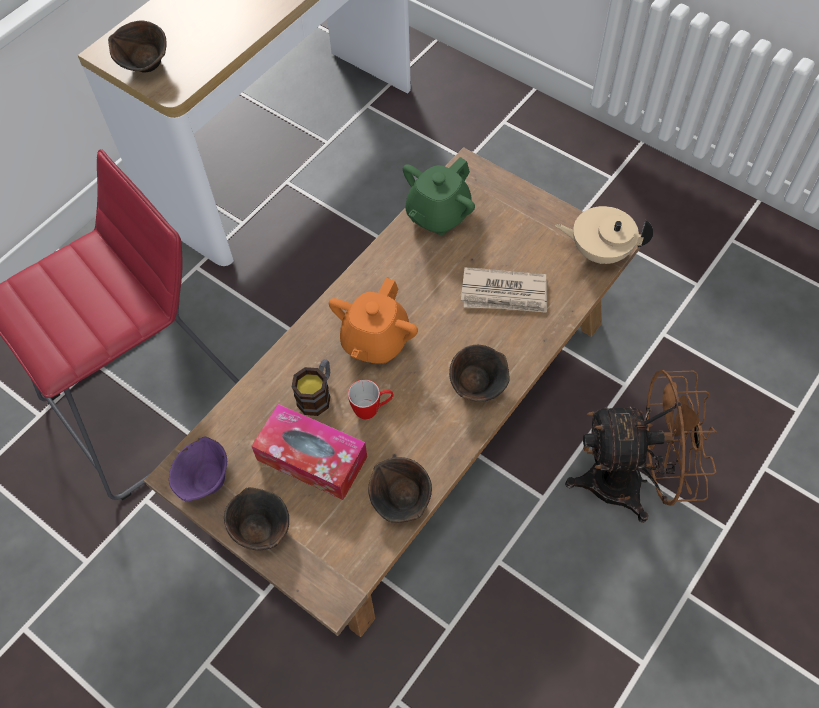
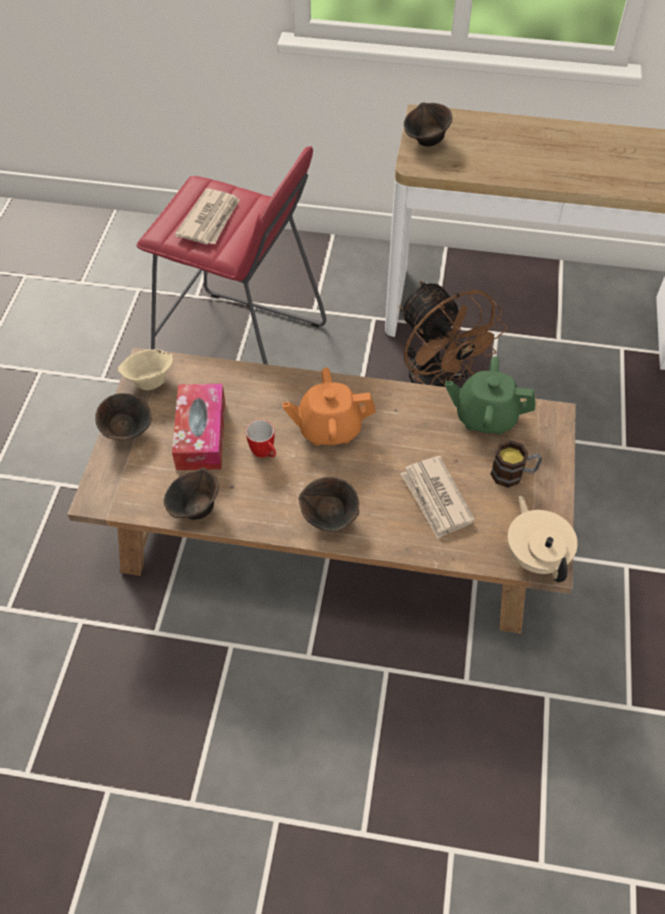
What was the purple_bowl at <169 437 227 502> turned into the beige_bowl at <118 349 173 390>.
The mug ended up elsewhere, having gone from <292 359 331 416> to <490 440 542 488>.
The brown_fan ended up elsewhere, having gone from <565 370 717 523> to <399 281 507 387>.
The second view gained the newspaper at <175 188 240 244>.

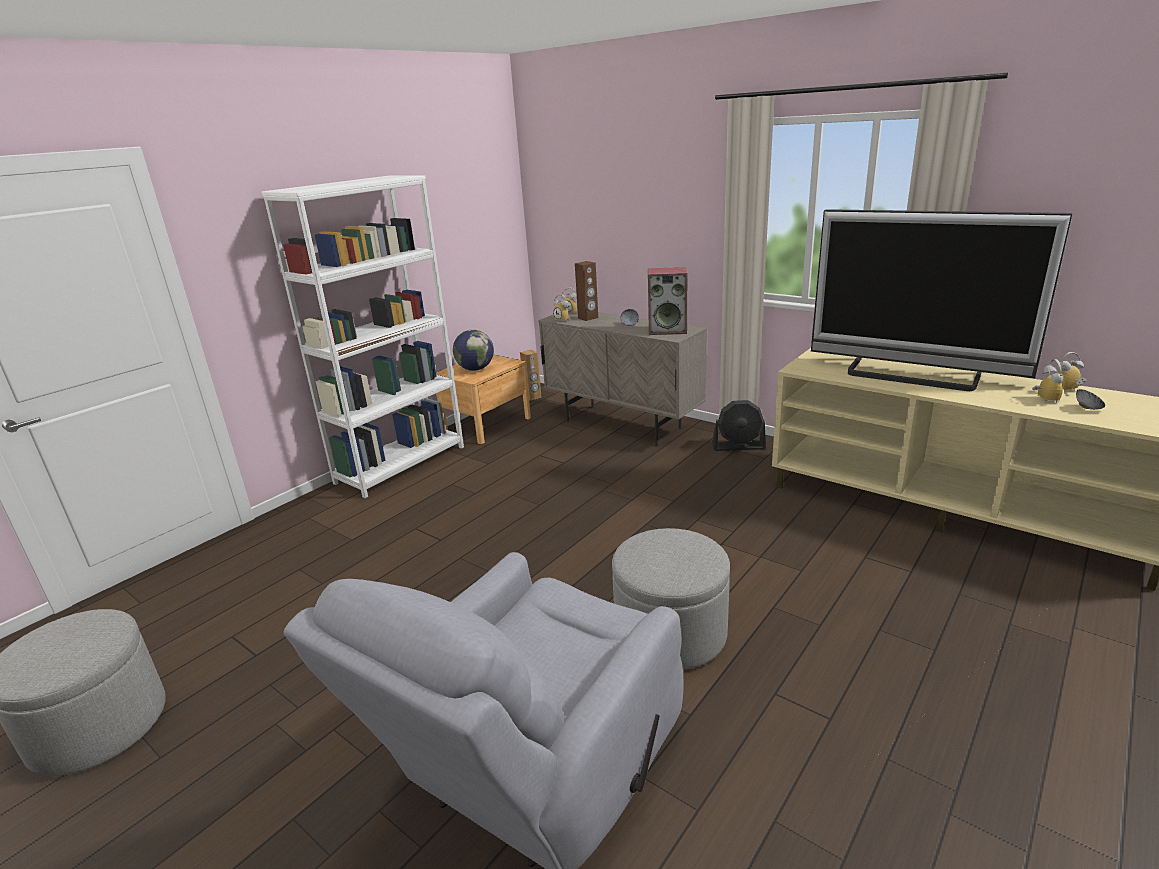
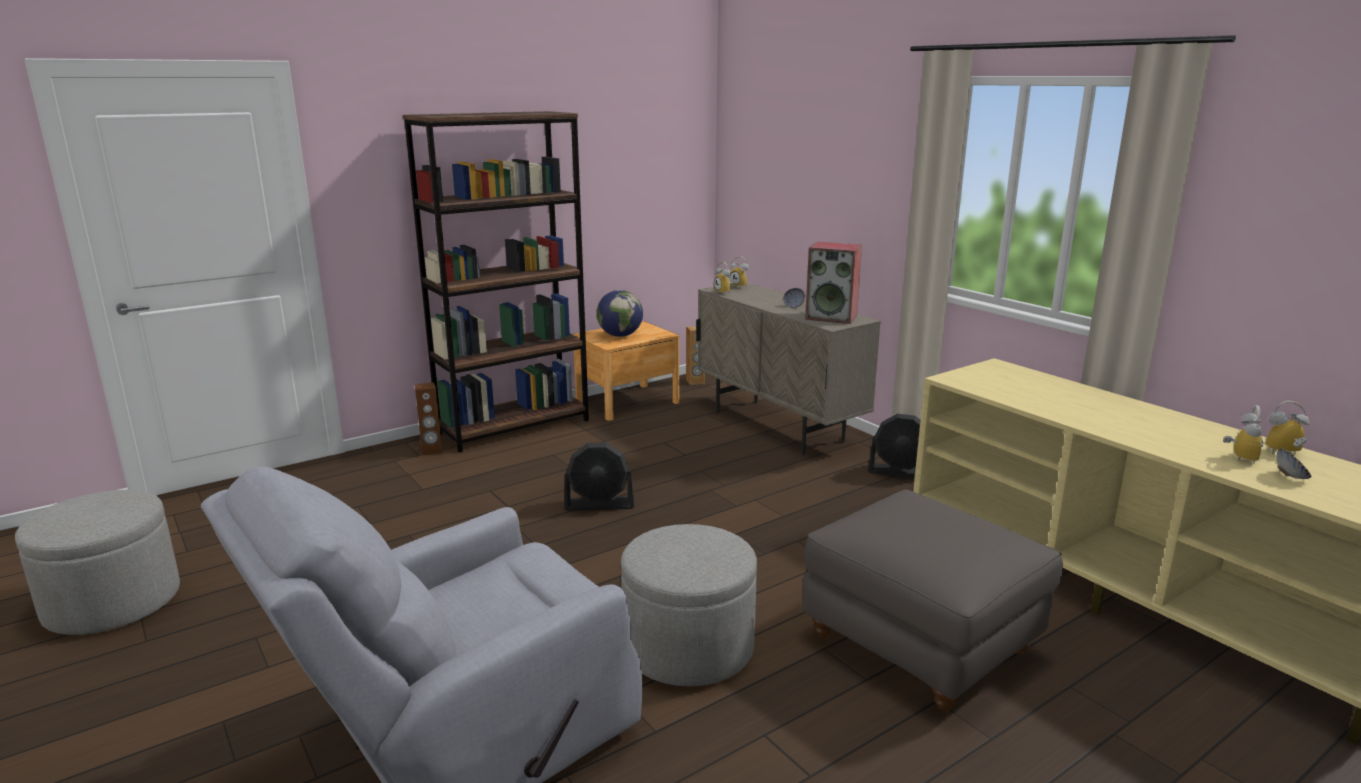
What was the white_bookcase at <261 175 464 498> turned into the brown_bookcase at <403 111 589 453>.
The brown_speaker ended up elsewhere, having gone from <575 261 598 321> to <415 382 442 455>.
The second view lost the television at <811 209 1072 391>.
The second view gained the black_fan at <564 442 634 511>.
The second view gained the grey_ottoman at <802 489 1063 711>.

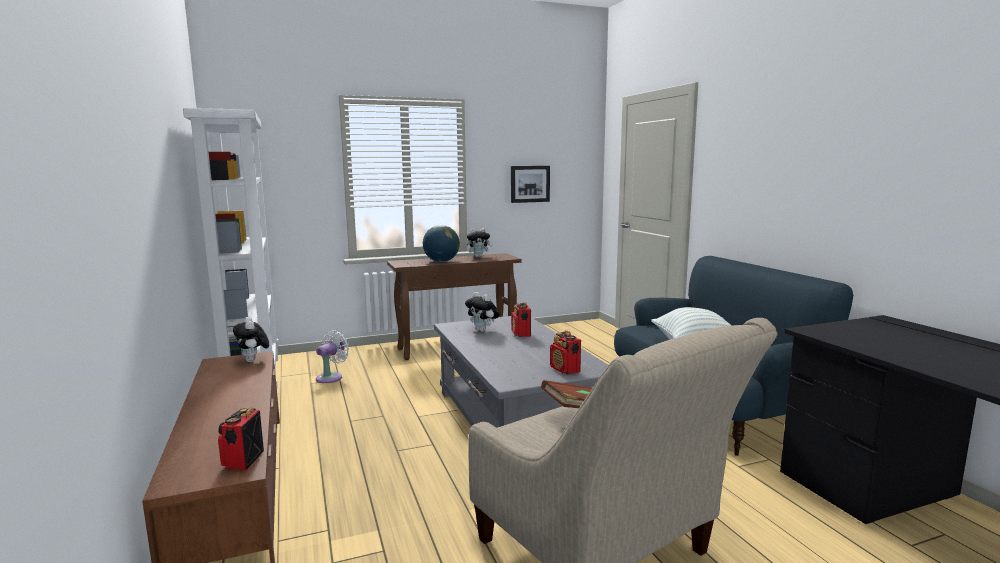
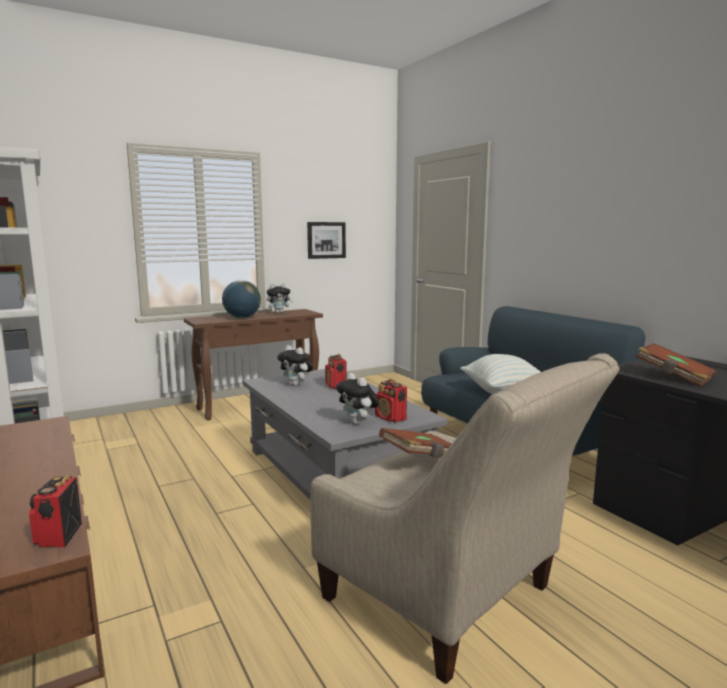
The plush_toy ended up elsewhere, having gone from <233 317 269 362> to <336 373 379 424>.
The second view lost the white_fan at <316 330 350 383>.
The second view gained the brown_book at <636 343 717 387>.

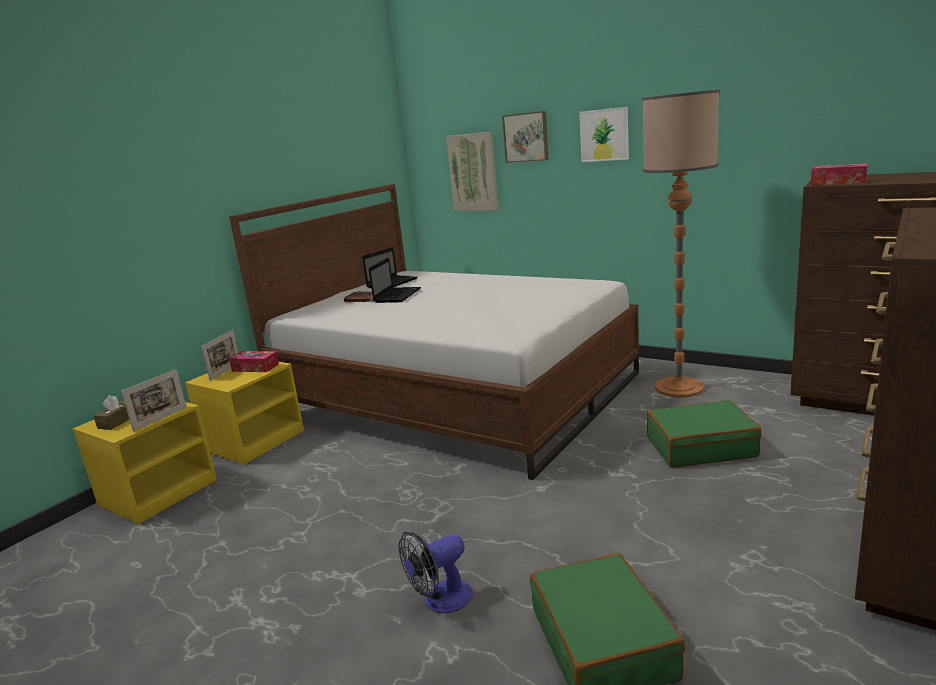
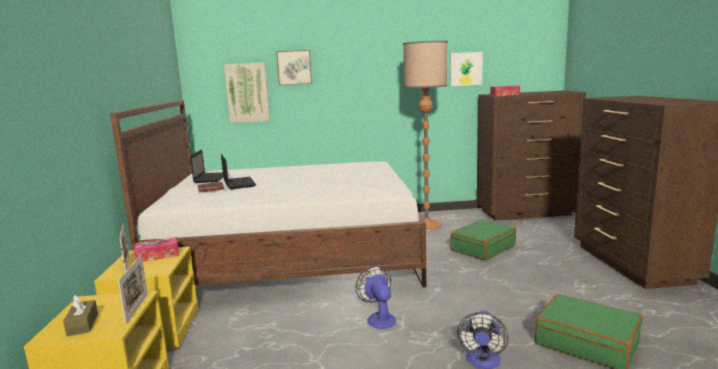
The picture ended up elsewhere, having gone from <579 107 629 162> to <450 52 483 86>.
The second view gained the fan at <355 265 396 329>.

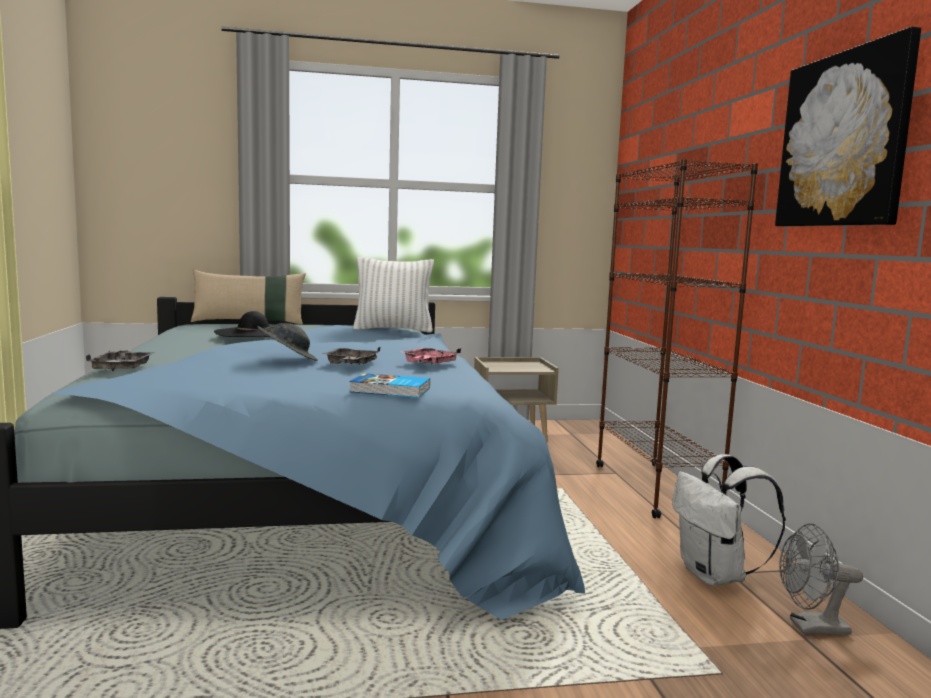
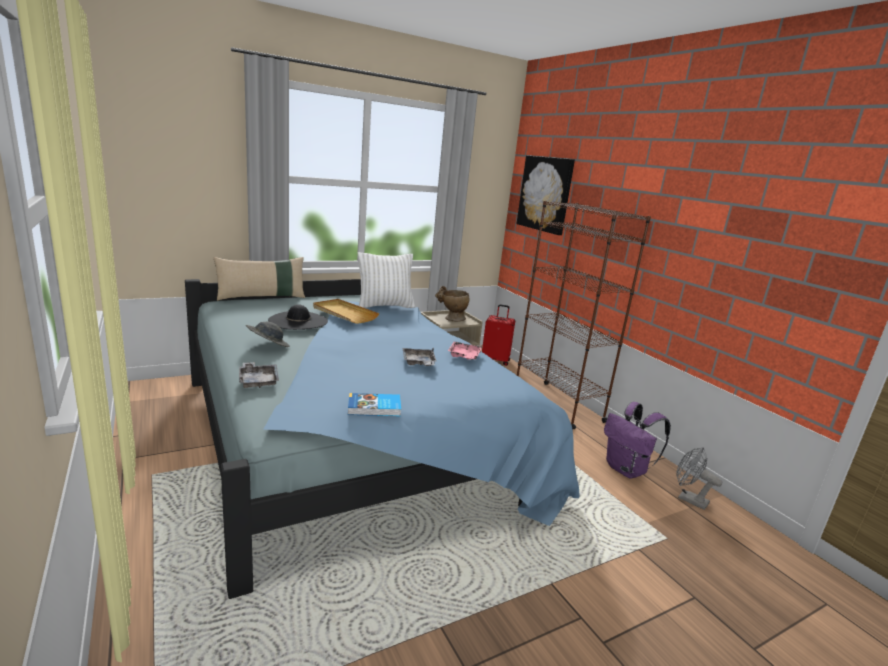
The grey_hat ended up elsewhere, having gone from <257 323 318 361> to <246 321 290 347>.
The book ended up elsewhere, having gone from <349 373 430 398> to <348 393 401 416>.
What was the white_backpack at <673 454 786 586> turned into the purple_backpack at <604 402 671 479>.
The picture ended up elsewhere, having gone from <775 27 921 227> to <517 155 575 235>.
The grey_fan at <779 523 863 635> ended up facing another way, 60 degrees clockwise from before.
The second view gained the beige_tray at <313 299 379 324>.
The second view gained the beige_vase at <435 286 469 322>.
The second view gained the red_suitcase at <482 304 515 366>.

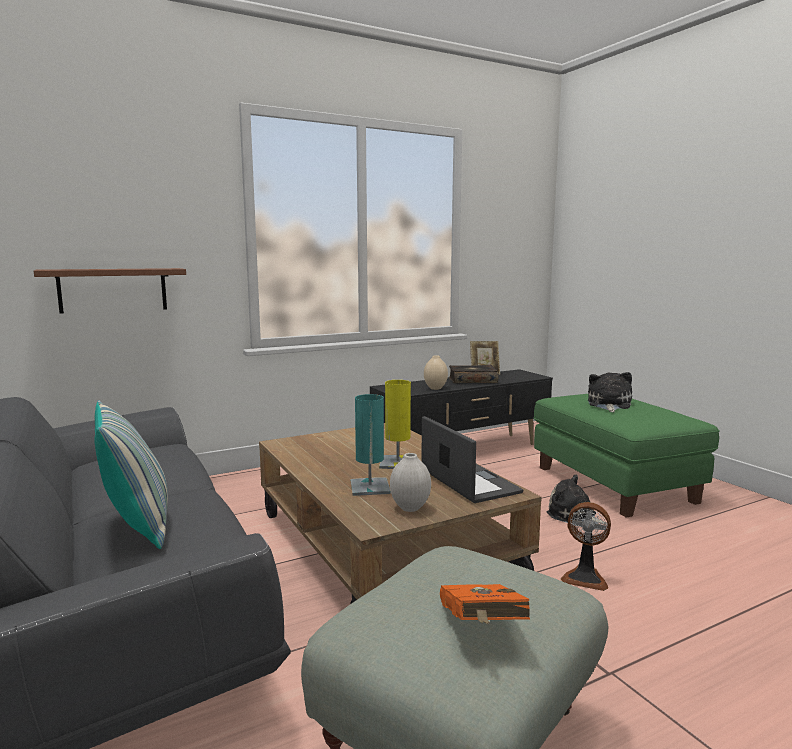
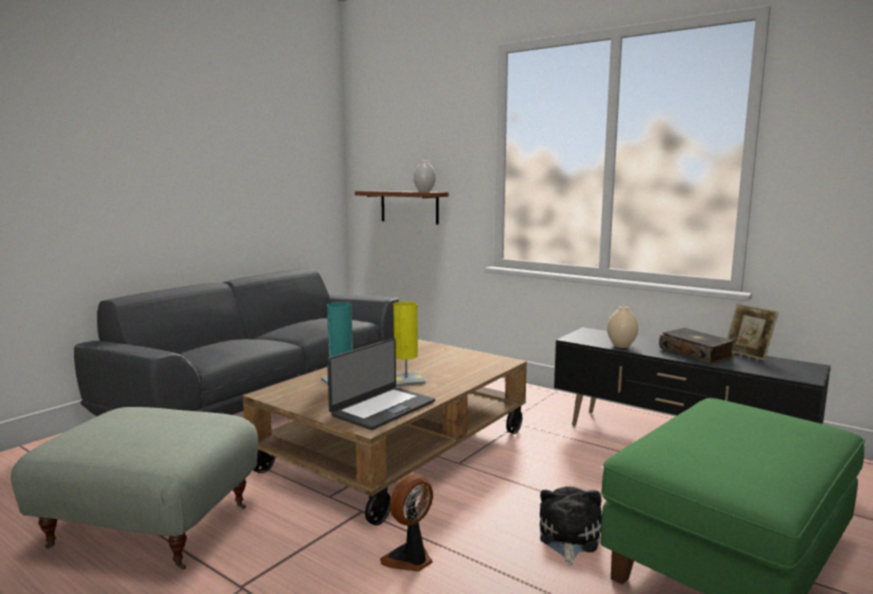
The second view lost the pillow at <94 400 168 549>.
The white_vase ended up elsewhere, having gone from <390 453 431 512> to <413 161 436 192>.
The second view lost the orange_book at <440 584 530 624>.
The fan at <561 502 611 591> ended up facing another way, 45 degrees clockwise from before.
The second view lost the plush_toy at <588 372 632 412>.

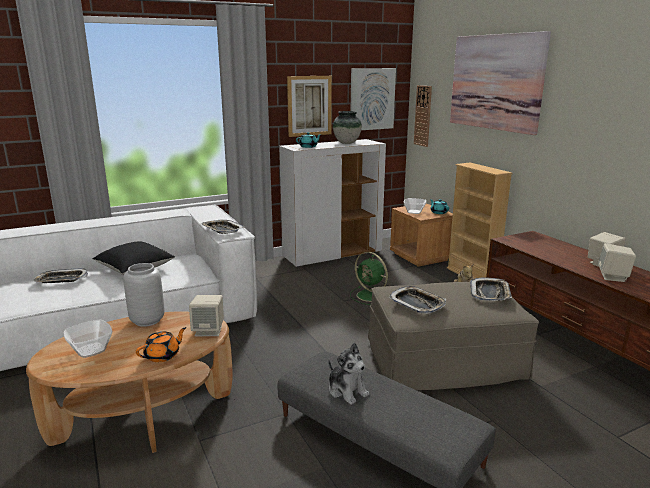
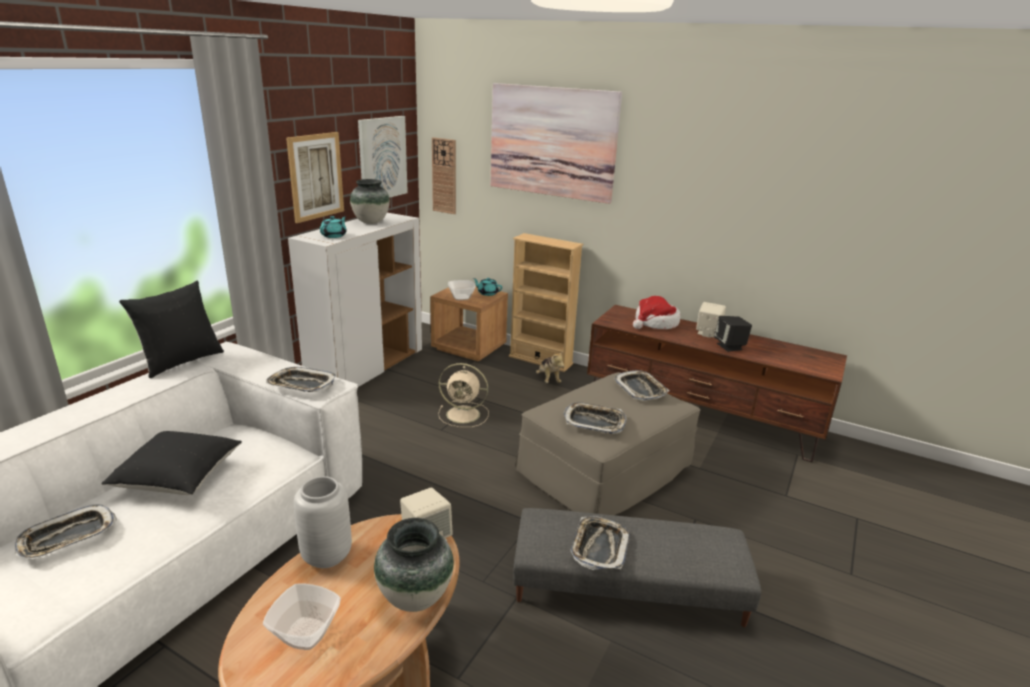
Where the orange_teapot stood at <136 327 186 362>, the vase came to stand at <374 518 454 612>.
Where the plush_toy stood at <328 342 370 405>, the tray came to stand at <570 516 630 570>.
What was the green_fan at <350 252 388 305> turned into the beige_fan at <438 363 489 428>.
What was the beige_speaker at <598 243 636 282> turned into the black_speaker at <714 316 752 352>.
The second view gained the black_pillow at <119 281 224 378>.
The second view gained the hat at <633 296 681 329>.

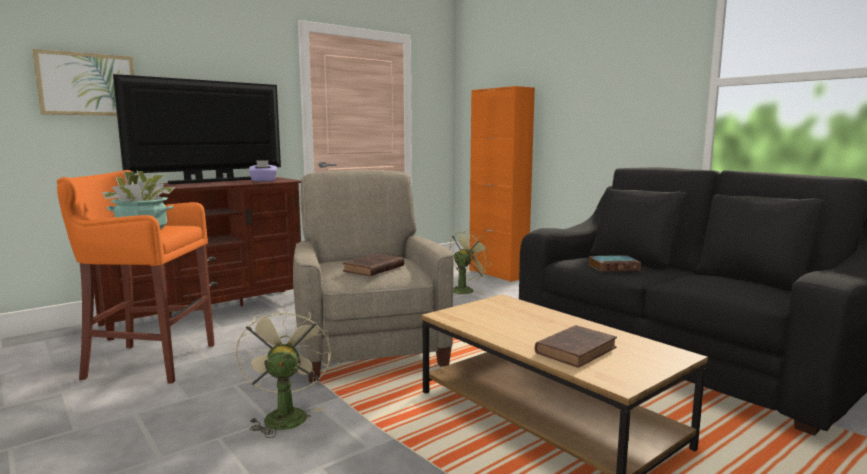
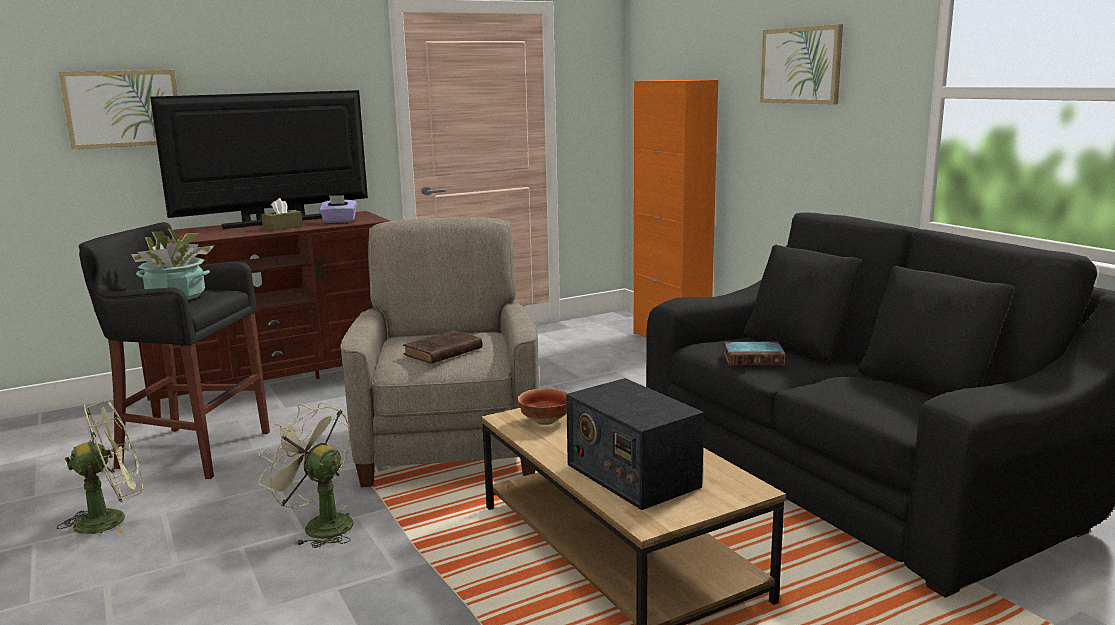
What was the orange_stool at <57 170 215 383> turned into the black_stool at <79 222 270 479>.
The beige_fan at <235 306 331 438> ended up facing another way, 60 degrees counterclockwise from before.
The green_fan ended up elsewhere, having gone from <450 229 492 294> to <57 401 143 535>.
Where the brown_book stood at <535 325 617 368>, the radio came to stand at <566 378 704 510>.
The second view gained the brown_tissue_box at <261 198 303 231>.
The second view gained the bowl at <517 388 568 425>.
The second view gained the picture at <760 24 843 105>.

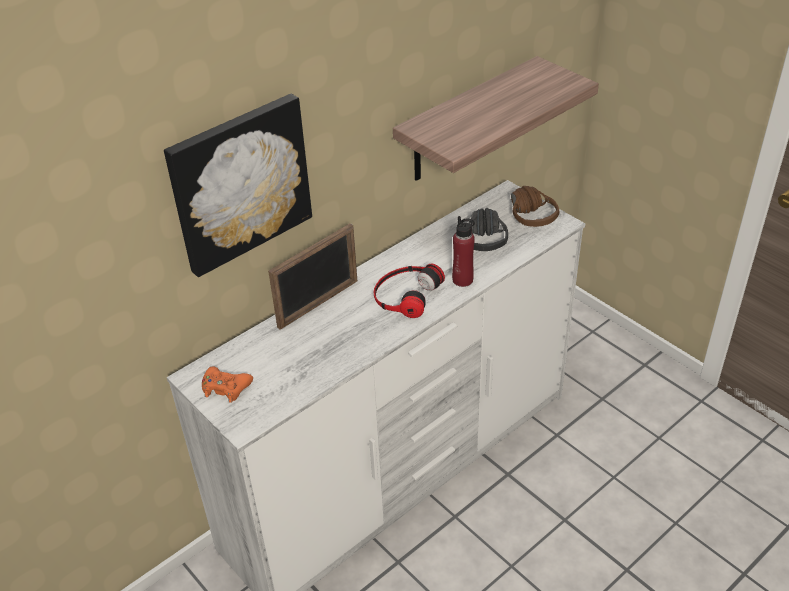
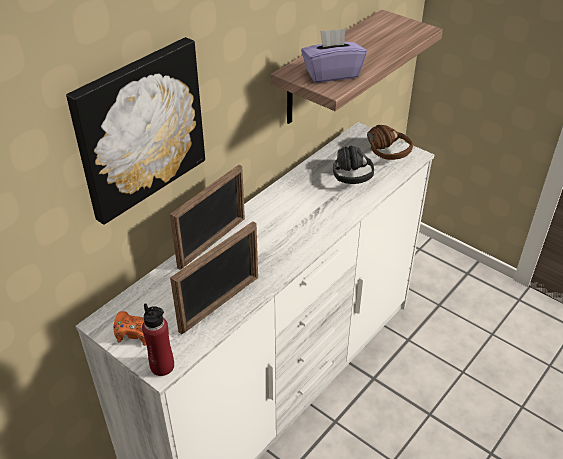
The second view lost the headphones at <374 263 445 318>.
The red_bottle ended up elsewhere, having gone from <452 216 475 287> to <142 303 174 376>.
The second view gained the picture_frame at <170 221 258 335>.
The second view gained the purple_tissue_box at <301 29 367 83>.

